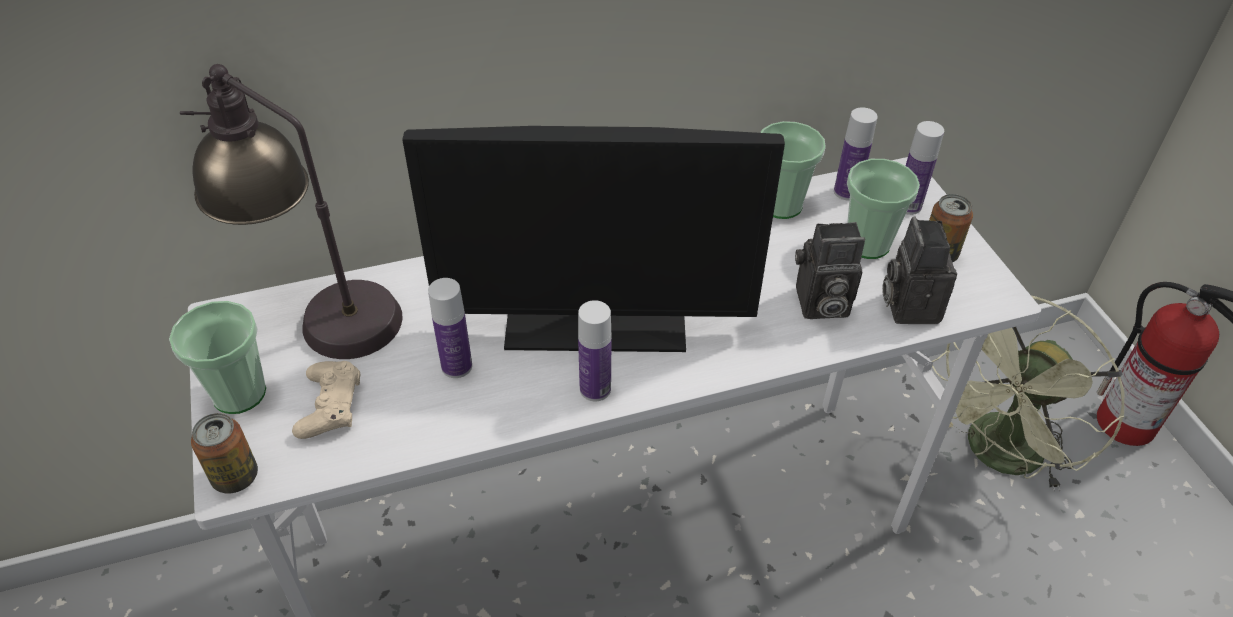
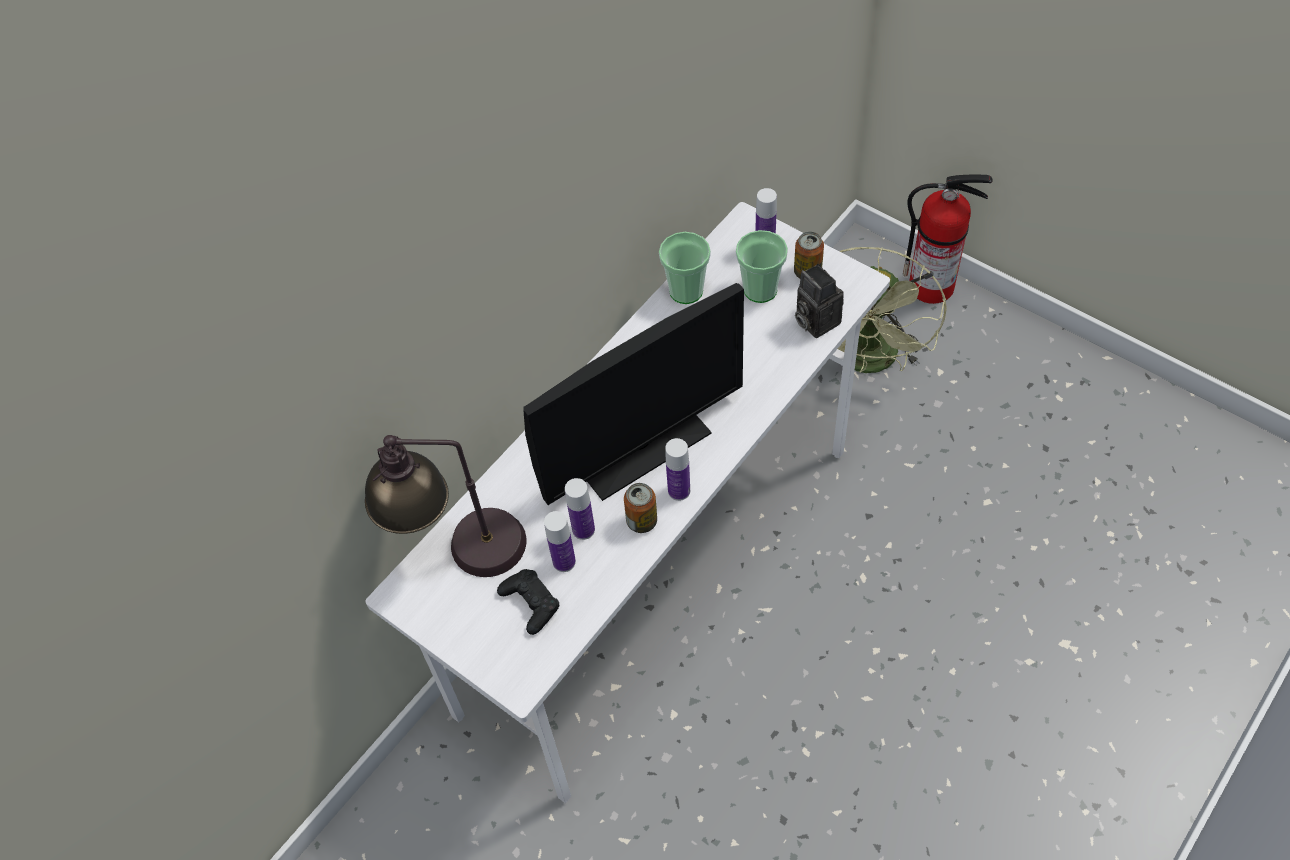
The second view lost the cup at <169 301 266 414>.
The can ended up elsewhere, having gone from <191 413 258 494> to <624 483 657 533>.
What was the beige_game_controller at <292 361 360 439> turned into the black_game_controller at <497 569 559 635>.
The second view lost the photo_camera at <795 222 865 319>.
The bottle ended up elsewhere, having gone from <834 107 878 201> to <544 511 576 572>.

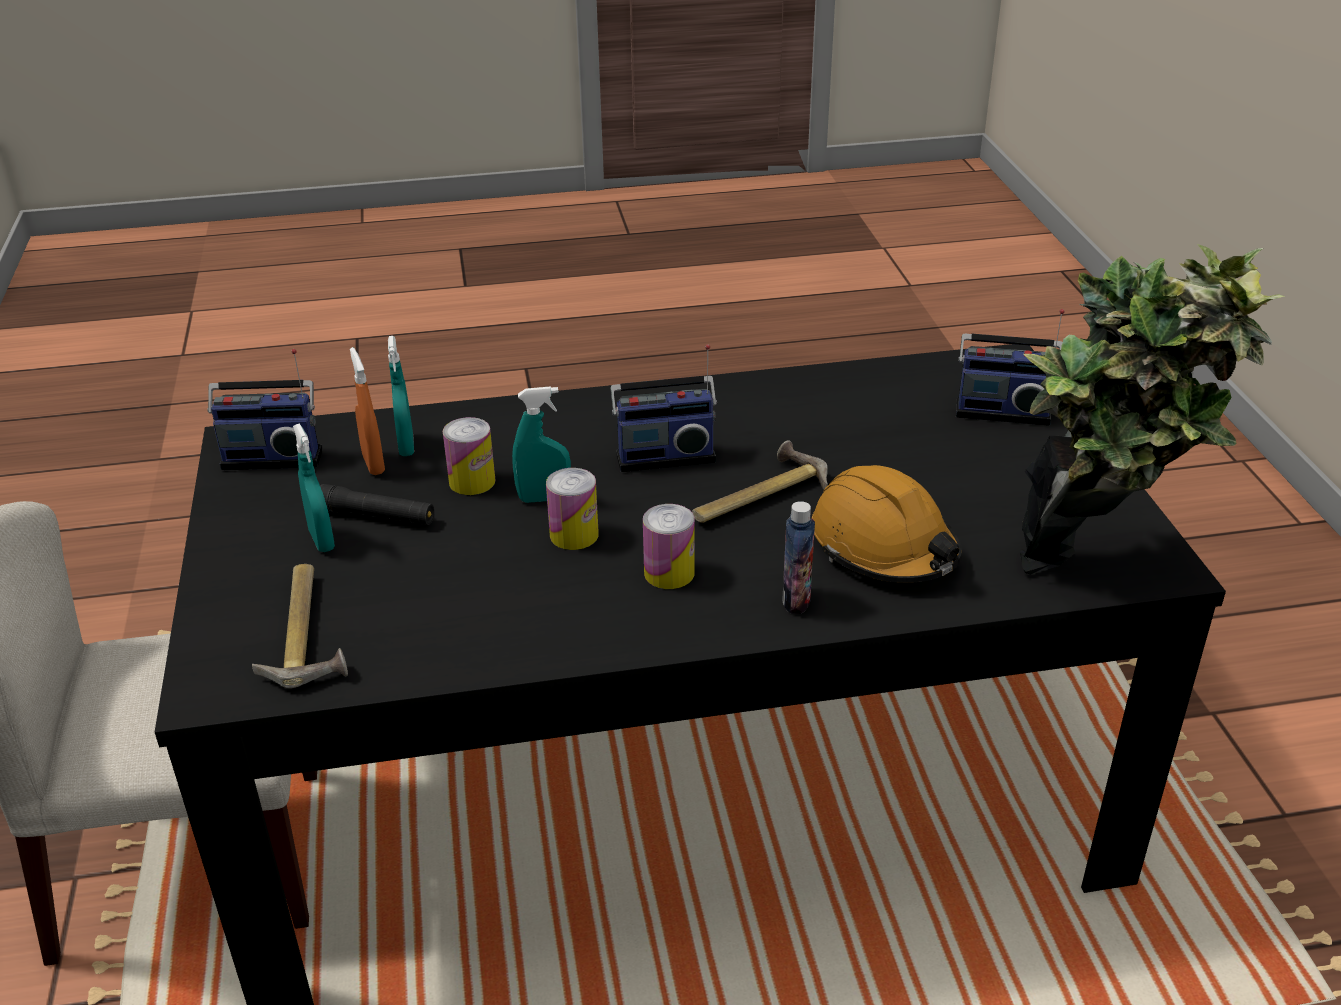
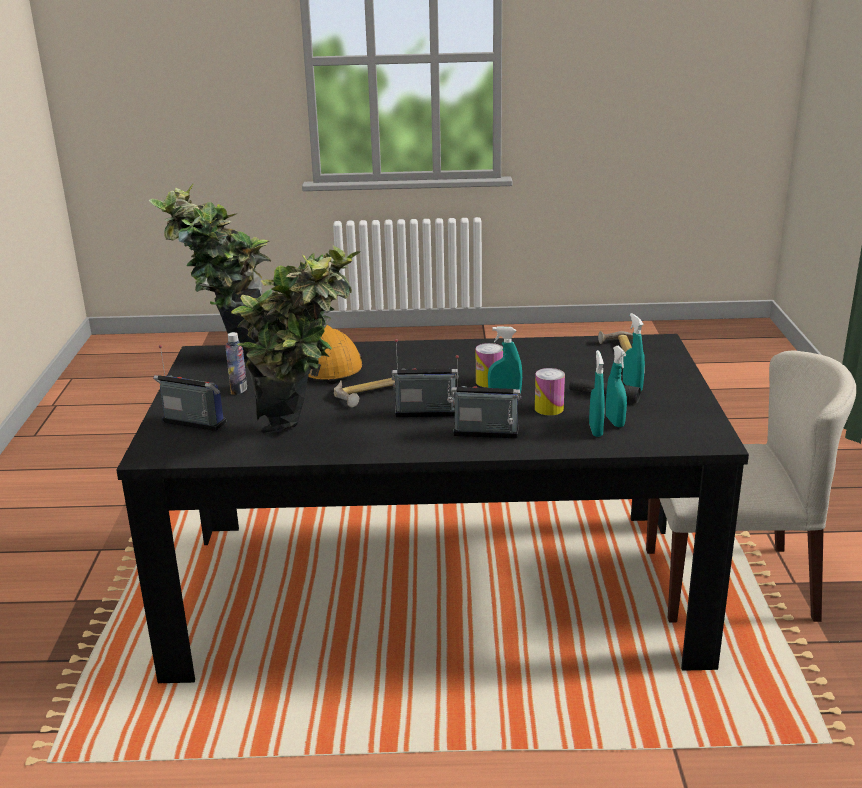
The radio ended up elsewhere, having gone from <207 349 322 470> to <451 355 521 438>.
What was the orange_spray_bottle at <350 347 385 475> turned into the turquoise_spray_bottle at <606 346 627 427>.
The second view lost the can at <643 504 695 589>.
The bottle ended up elsewhere, having gone from <782 501 815 614> to <225 332 247 395>.
The second view gained the potted_plant at <231 245 361 433>.

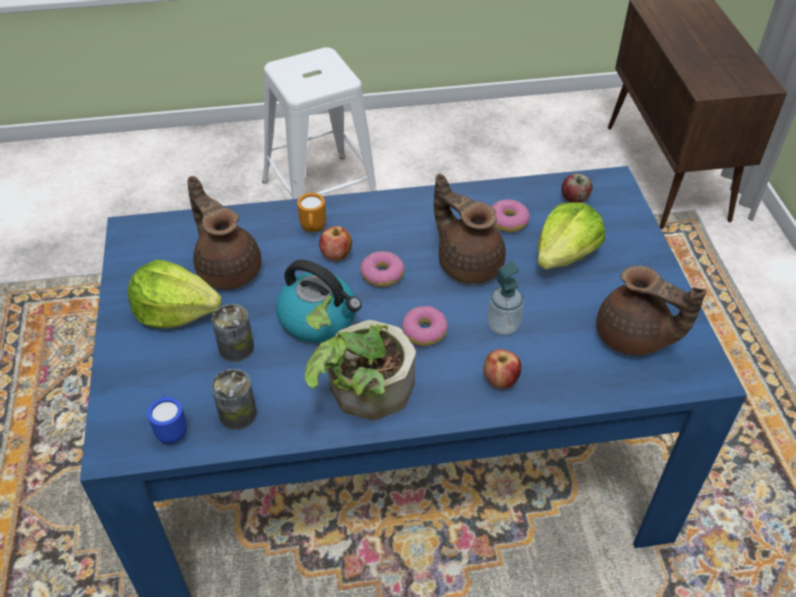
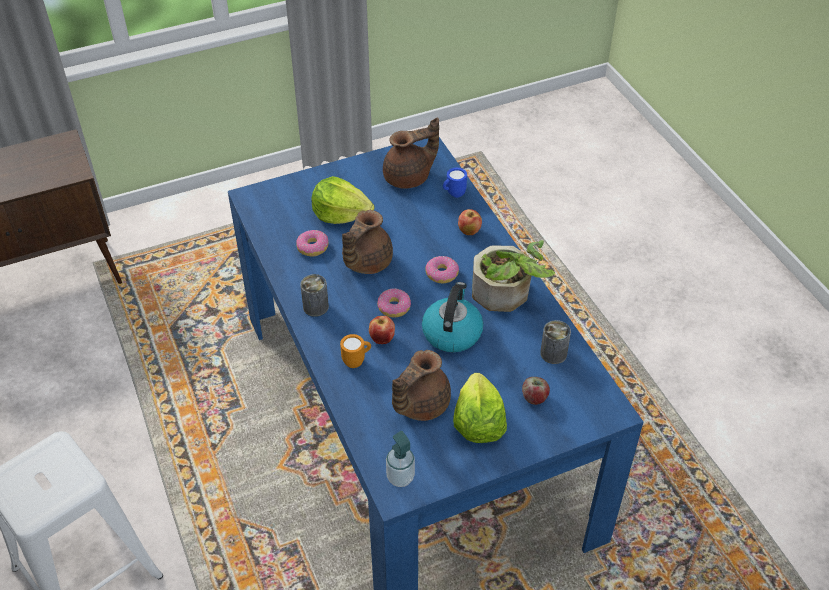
The blue_mug ended up elsewhere, having gone from <147 396 187 444> to <443 168 467 198>.
The can ended up elsewhere, having gone from <212 304 254 362> to <300 274 329 317>.
The soap_dispenser ended up elsewhere, having gone from <488 261 524 335> to <386 431 415 487>.
The apple ended up elsewhere, having gone from <562 173 593 203> to <522 377 550 405>.
The brown_teapot at <596 266 706 356> ended up facing another way, 45 degrees clockwise from before.

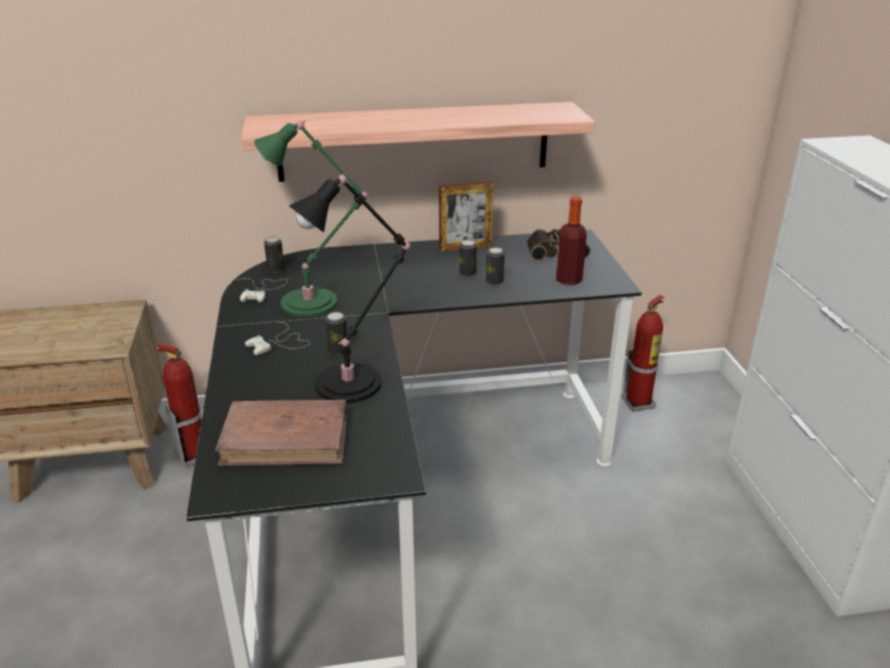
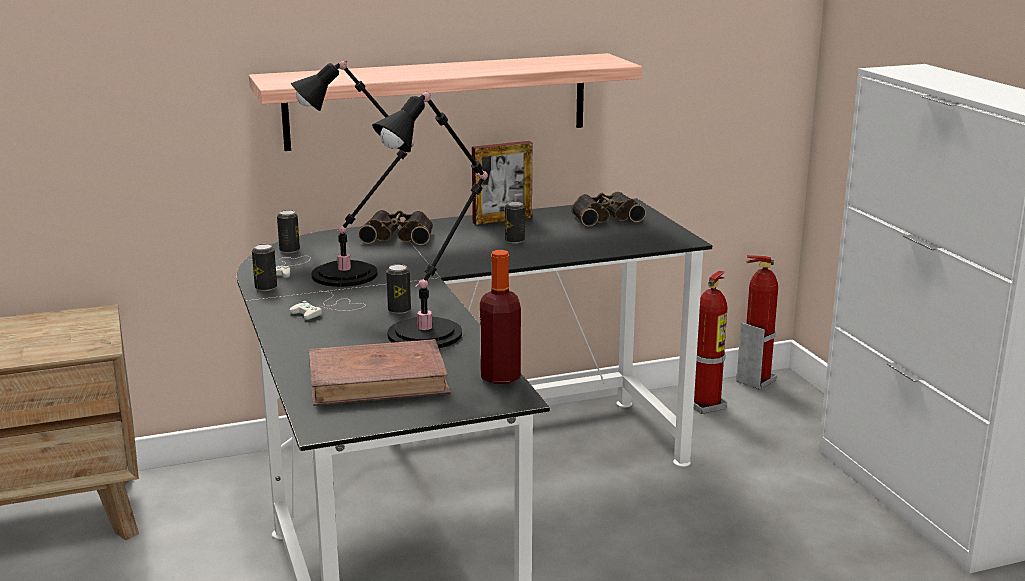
The fire_extinguisher ended up elsewhere, having gone from <155 343 202 467> to <736 255 778 390>.
What was the green_table_lamp at <254 121 367 317> turned into the black_table_lamp at <291 61 415 287>.
The can ended up elsewhere, having gone from <486 247 505 285> to <252 244 277 291>.
The bottle ended up elsewhere, having gone from <556 196 587 285> to <480 250 521 384>.
The second view gained the binoculars at <358 210 433 245>.

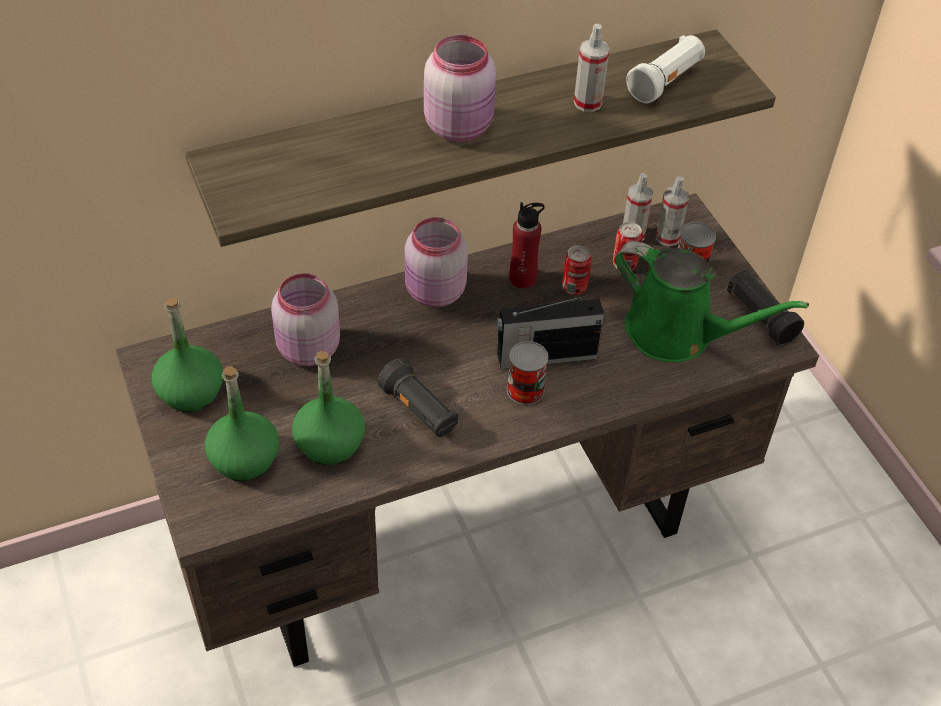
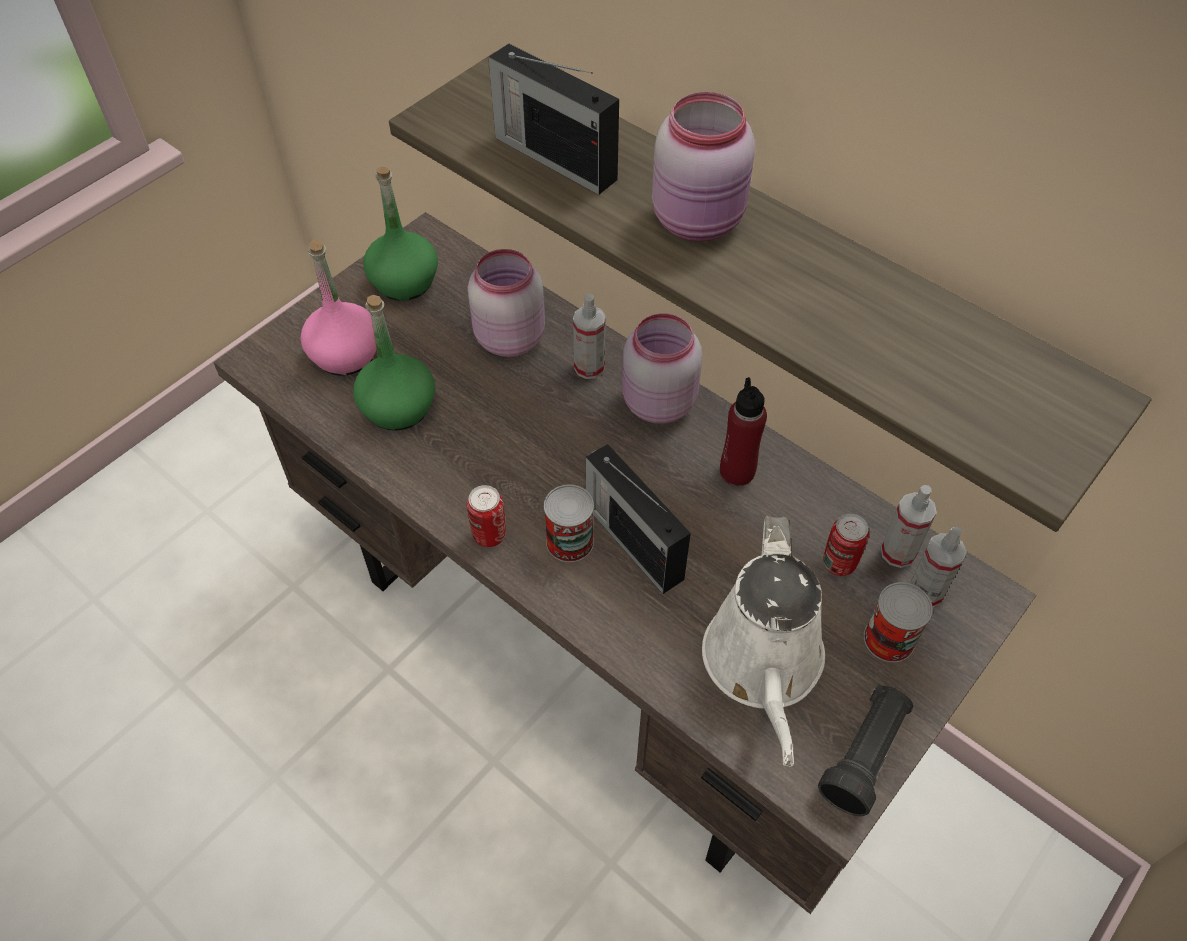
What was the green_bottle at <205 366 279 481> turned into the pink_bottle at <300 240 377 376>.
The second view lost the black_flashlight at <378 358 458 437>.
The can ended up elsewhere, having gone from <562 245 592 295> to <467 485 506 547>.
The spray_bottle ended up elsewhere, having gone from <574 24 610 112> to <573 294 606 379>.
What was the green_watering_can at <615 241 809 363> turned into the white_watering_can at <702 515 825 766>.
The second view lost the white_flashlight at <626 35 705 103>.
The second view gained the radio at <488 43 619 195>.

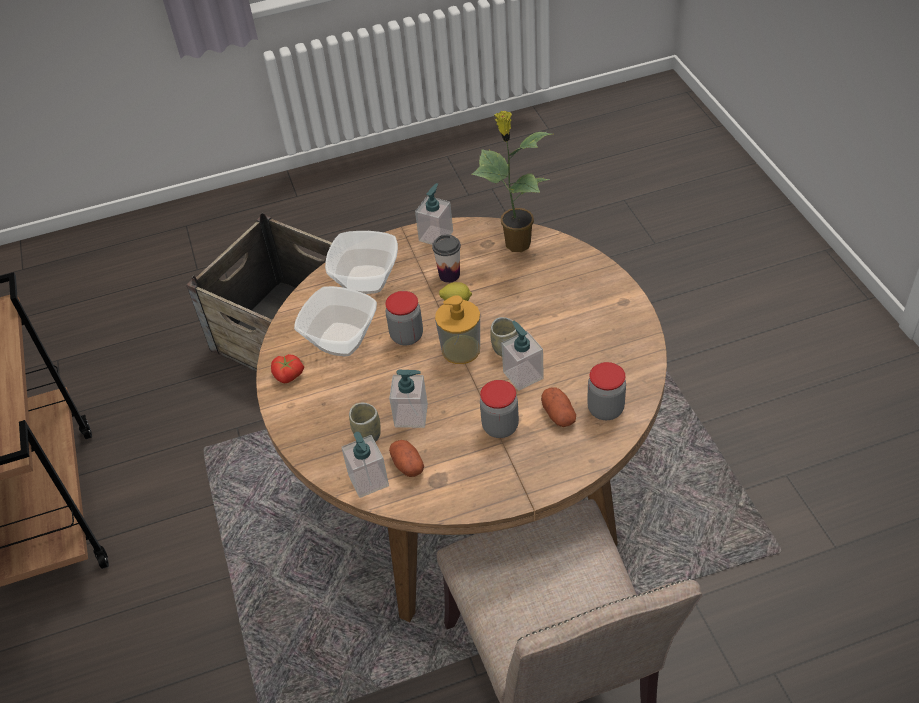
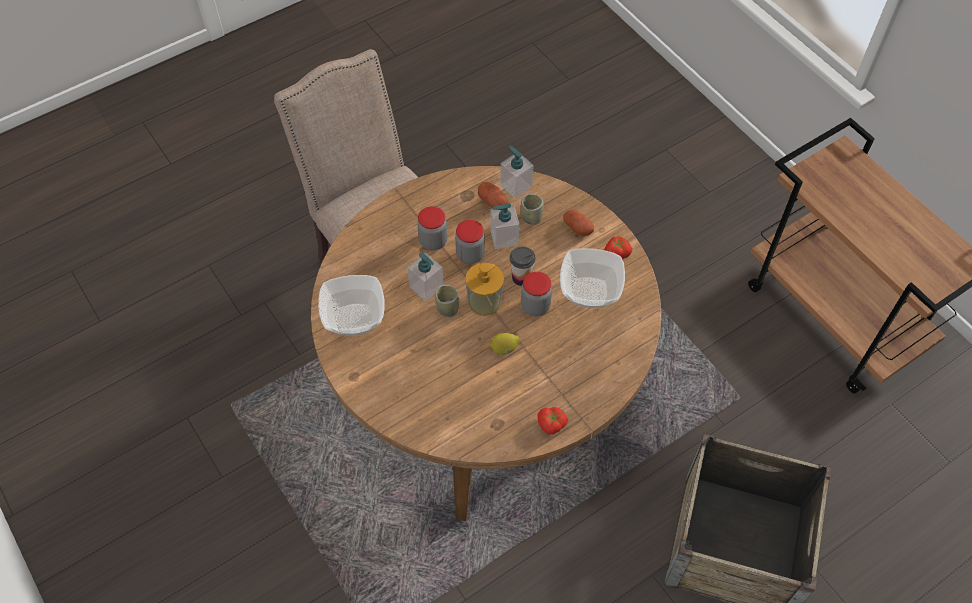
The bowl ended up elsewhere, having gone from <325 231 398 294> to <318 275 385 336>.
Where the soap_dispenser stood at <415 183 453 245>, the tomato came to stand at <537 407 568 434>.
The cup ended up elsewhere, having gone from <432 235 461 283> to <510 246 535 286>.
The second view lost the potted_plant at <471 111 552 252>.
The potato ended up elsewhere, having gone from <541 387 576 427> to <563 210 594 236>.
The jar ended up elsewhere, having gone from <587 362 626 420> to <455 220 485 264>.

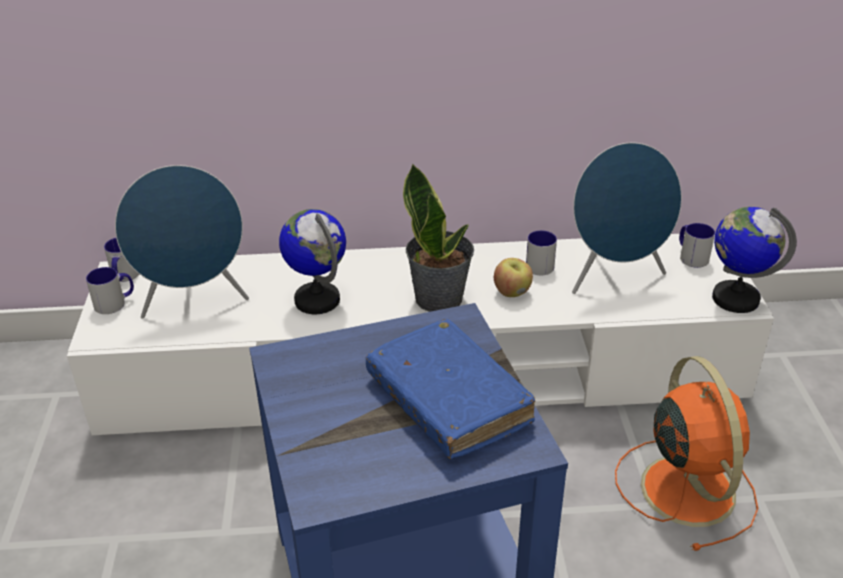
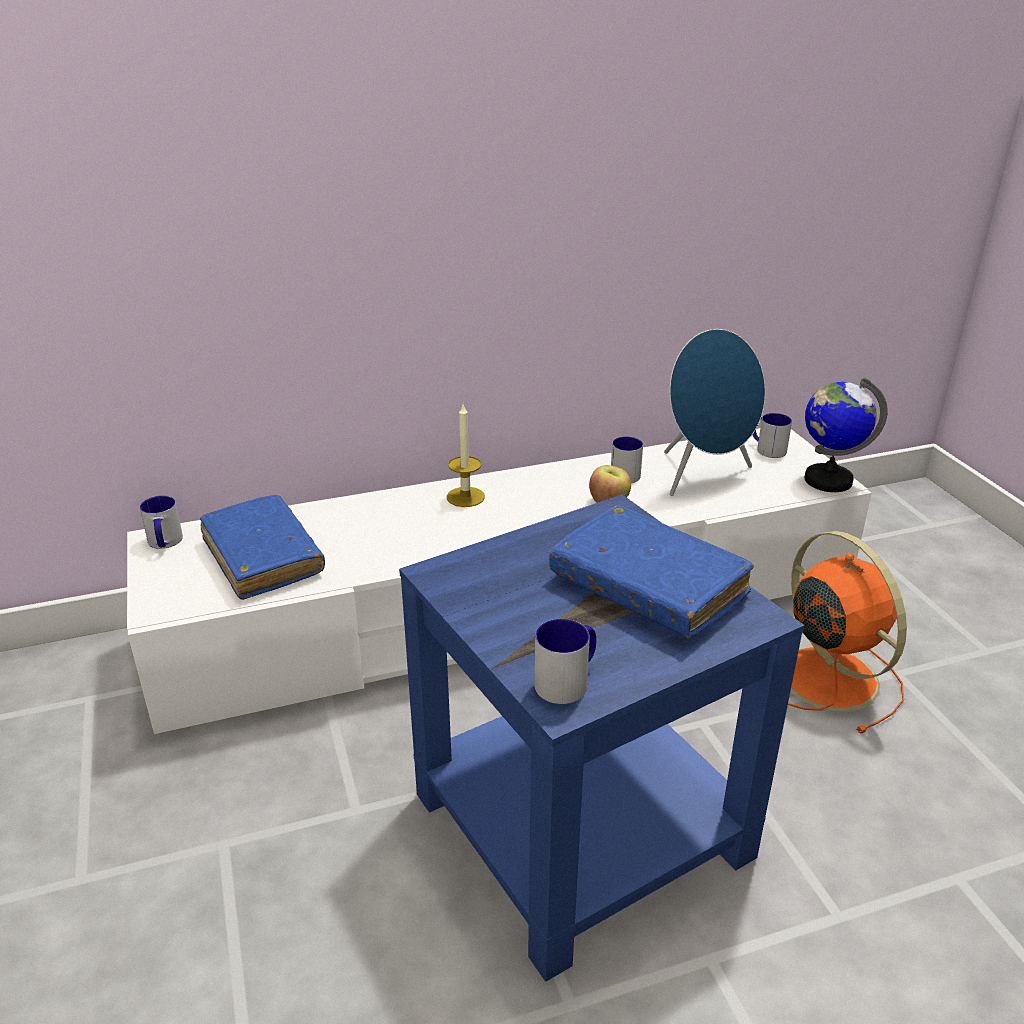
The mug ended up elsewhere, having gone from <86 267 134 314> to <534 619 596 704>.
Where the blue_speaker stood at <115 165 249 319>, the blue_book came to stand at <200 495 325 600>.
The second view lost the globe at <279 209 346 314>.
The second view lost the potted_plant at <403 163 474 312>.
The second view gained the candle at <447 405 485 507>.

